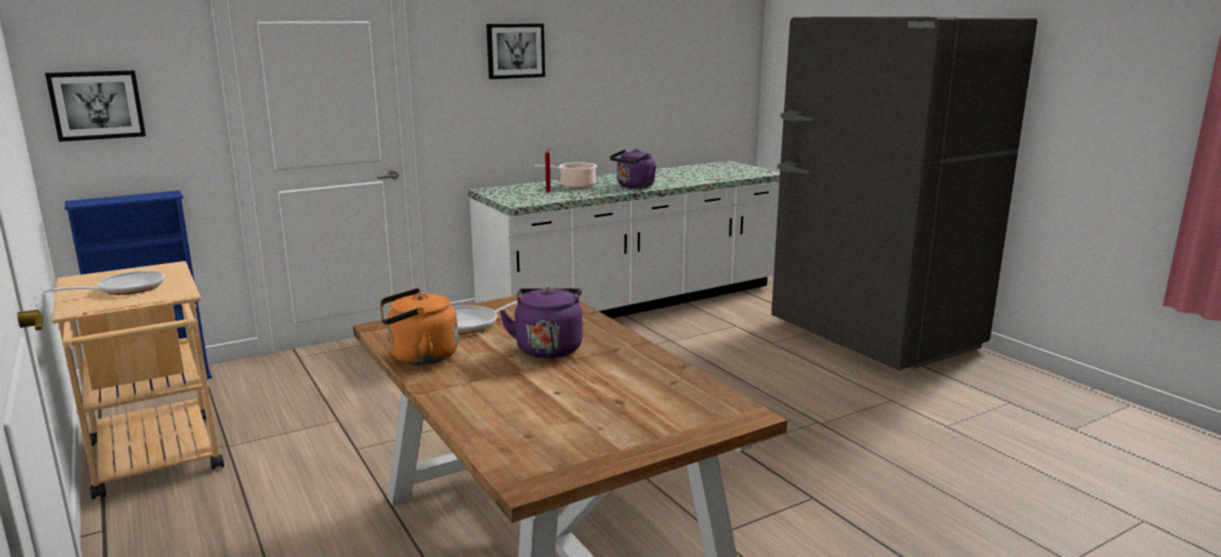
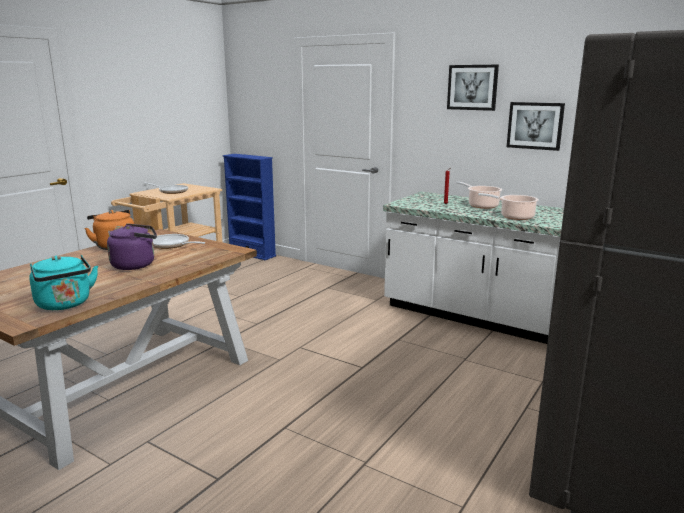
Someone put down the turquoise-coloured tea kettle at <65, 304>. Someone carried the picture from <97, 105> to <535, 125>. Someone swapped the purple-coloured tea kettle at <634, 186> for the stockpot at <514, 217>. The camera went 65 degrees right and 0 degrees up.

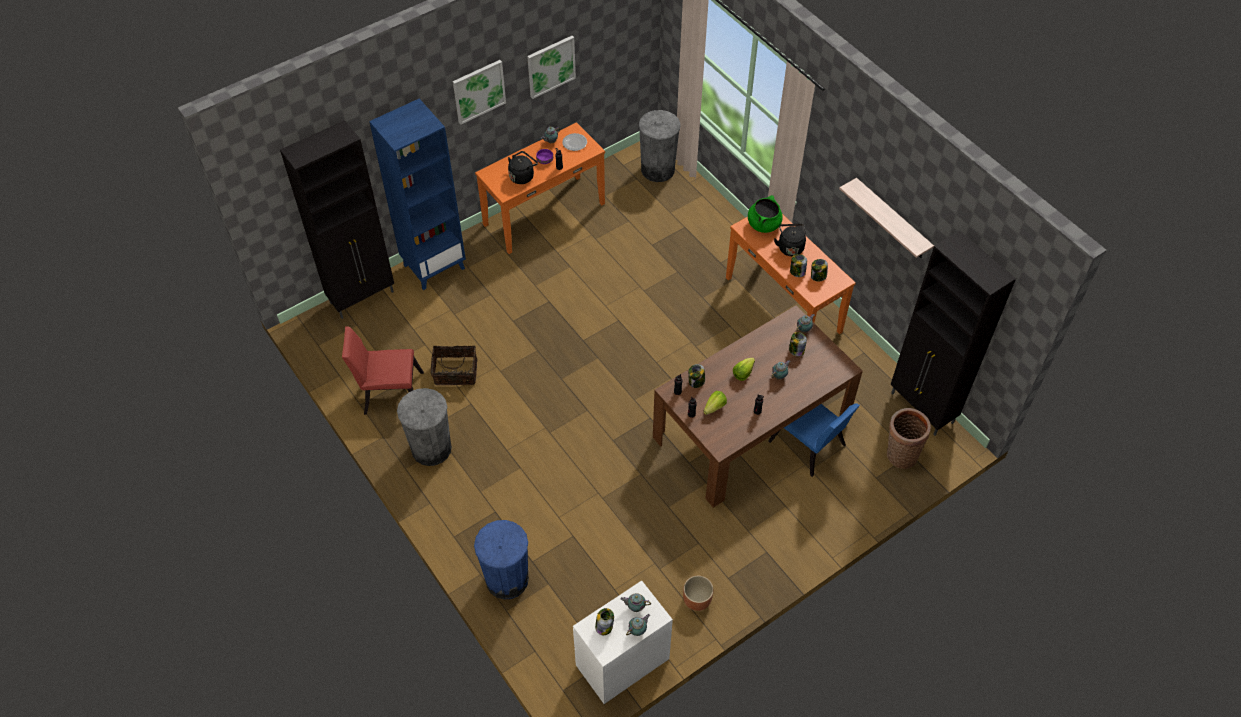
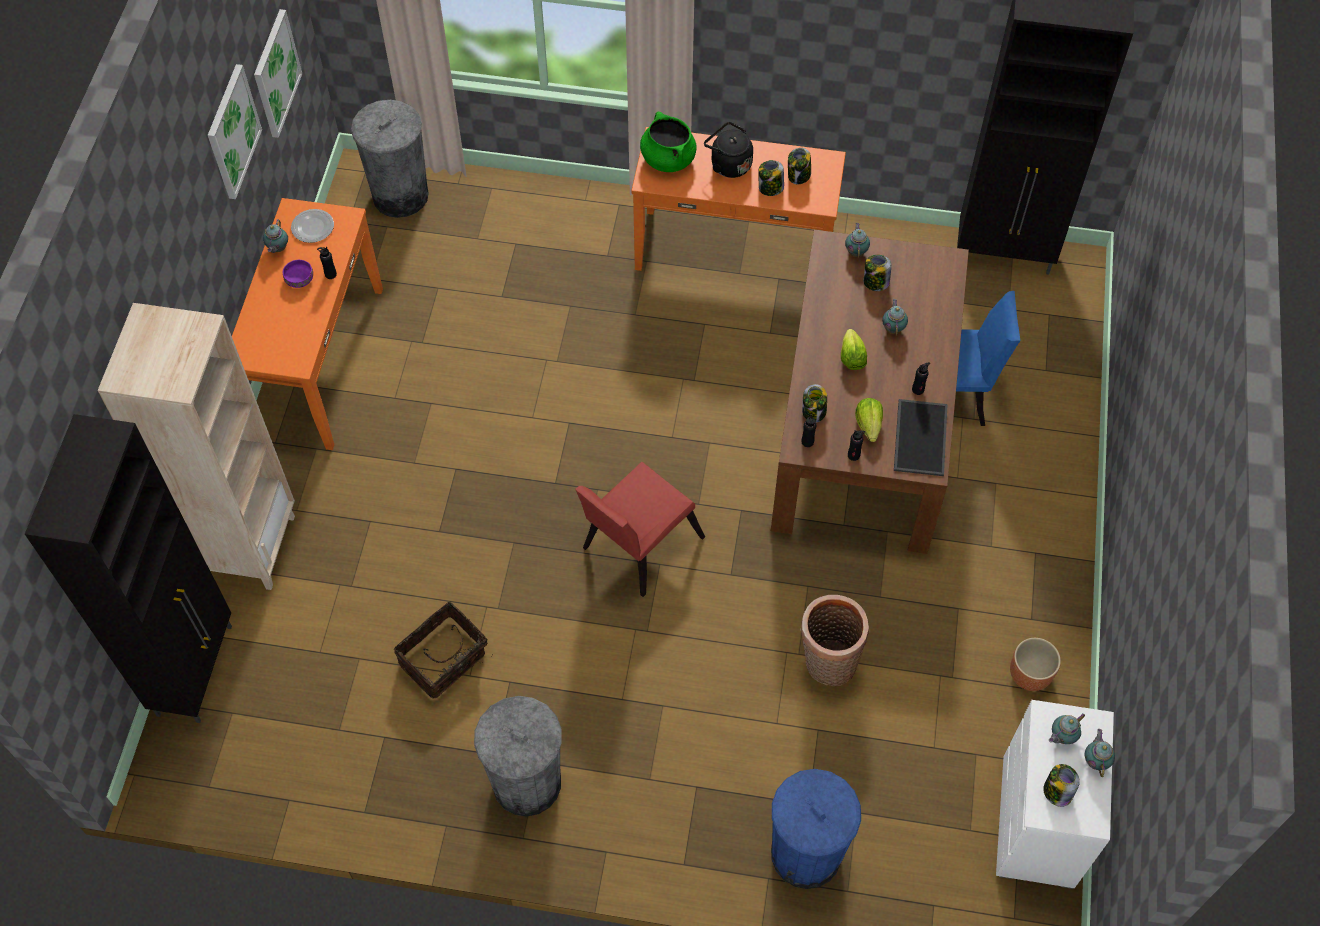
Someone took away the black-coloured tea kettle at <522, 176>. Someone took away the wall shelf at <892, 220>. Someone put down the tray at <919, 437>. Someone carried the red chair from <389, 392> to <637, 546>. Someone carried the picture from <479, 91> to <275, 73>. Someone carried the storage basket from <900, 454> to <827, 663>. Someone repainted the blue-coloured bookshelf at <434, 266>, which became the sand-coloured bookshelf at <249, 546>. The camera went 45 degrees left and 5 degrees up.

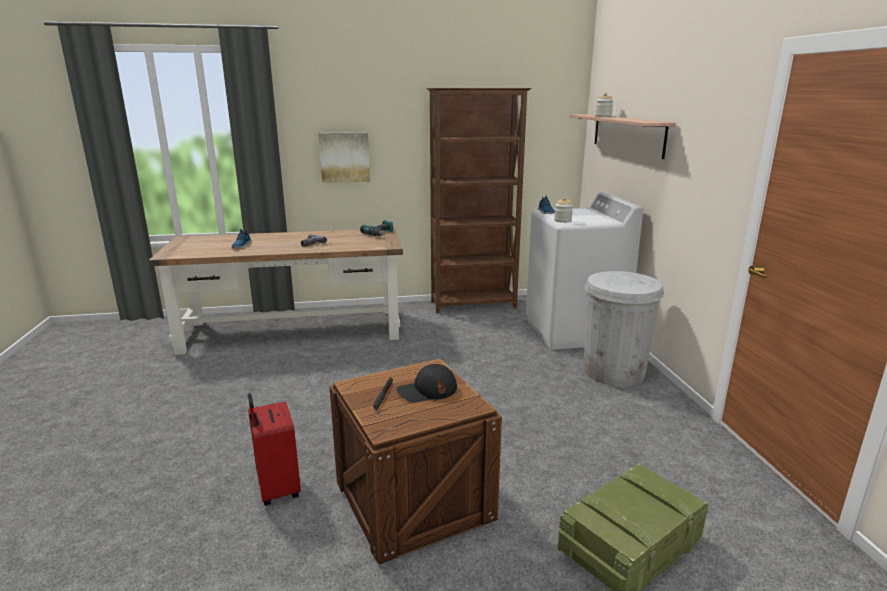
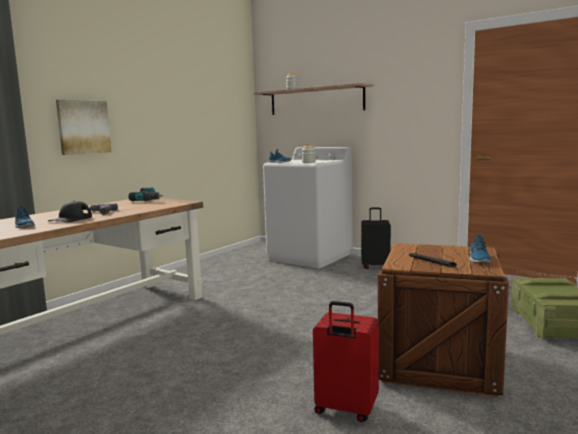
Someone took away the brownish bookshelf at <474, 305>. Someone put down the item of footwear at <478, 259>. Someone carried the black-coloured baseball cap from <427, 390> to <70, 219>. Someone swapped the whitish rubbish bin at <614, 372> for the black-coloured piece of luggage at <376, 266>. The camera went 45 degrees left and 10 degrees down.

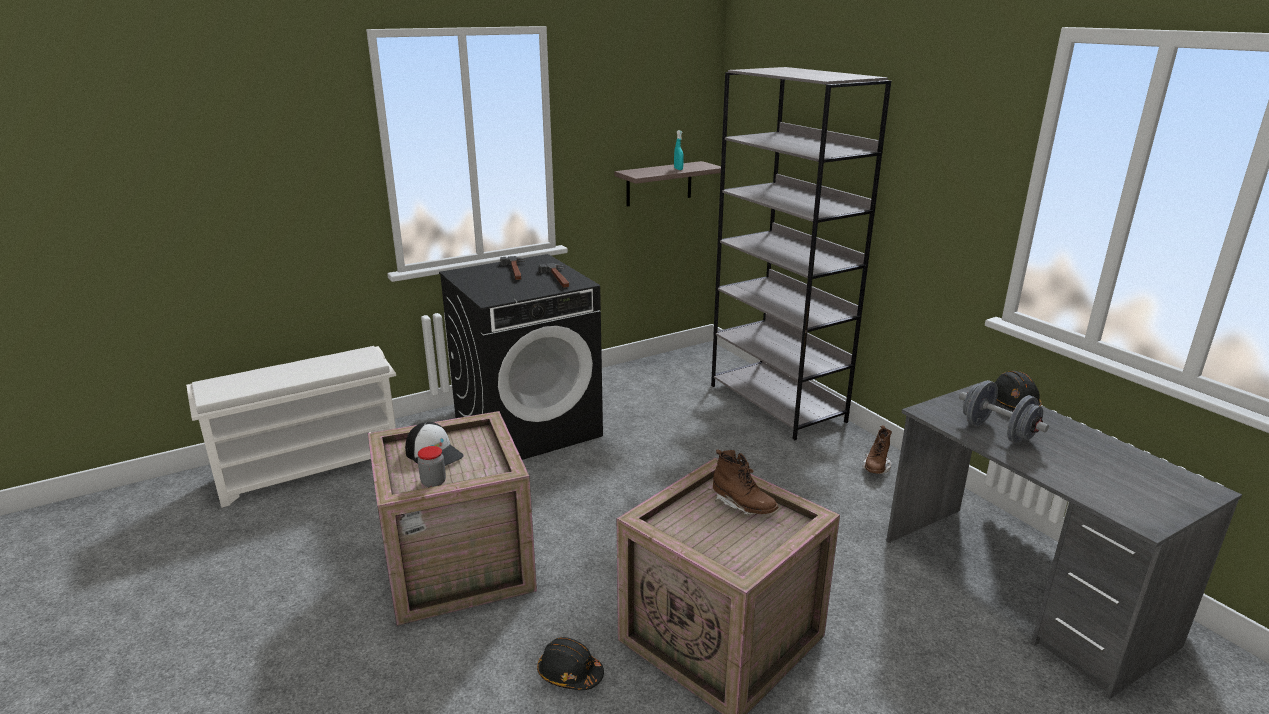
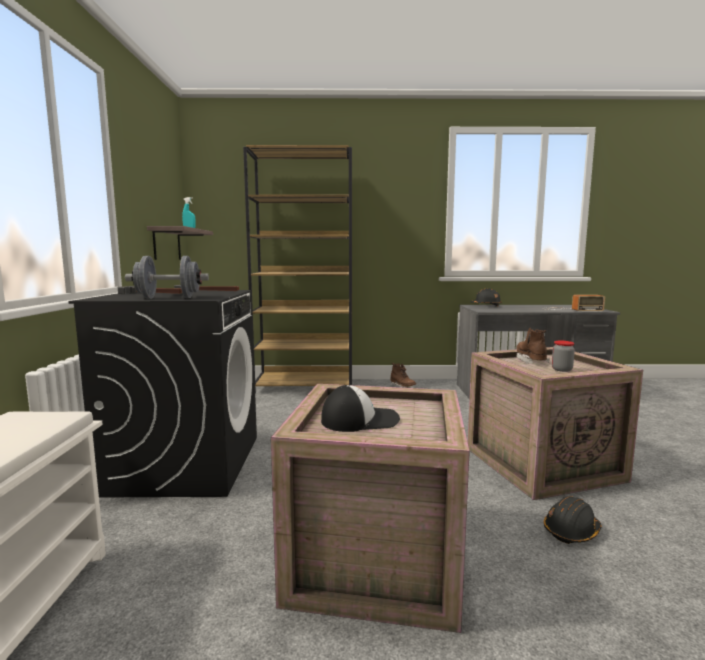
Someone put down the radio receiver at <569, 309>. Someone carried the storage jar from <433, 482> to <561, 369>. Someone carried the gray hand weight from <997, 432> to <169, 298>. Someone repainted the gray bookshelf at <777, 403>, which became the brownish bookshelf at <305, 386>. Someone rotated the brownish high-top boot at <743, 506> by 75 degrees counterclockwise. The camera went 60 degrees left and 15 degrees down.

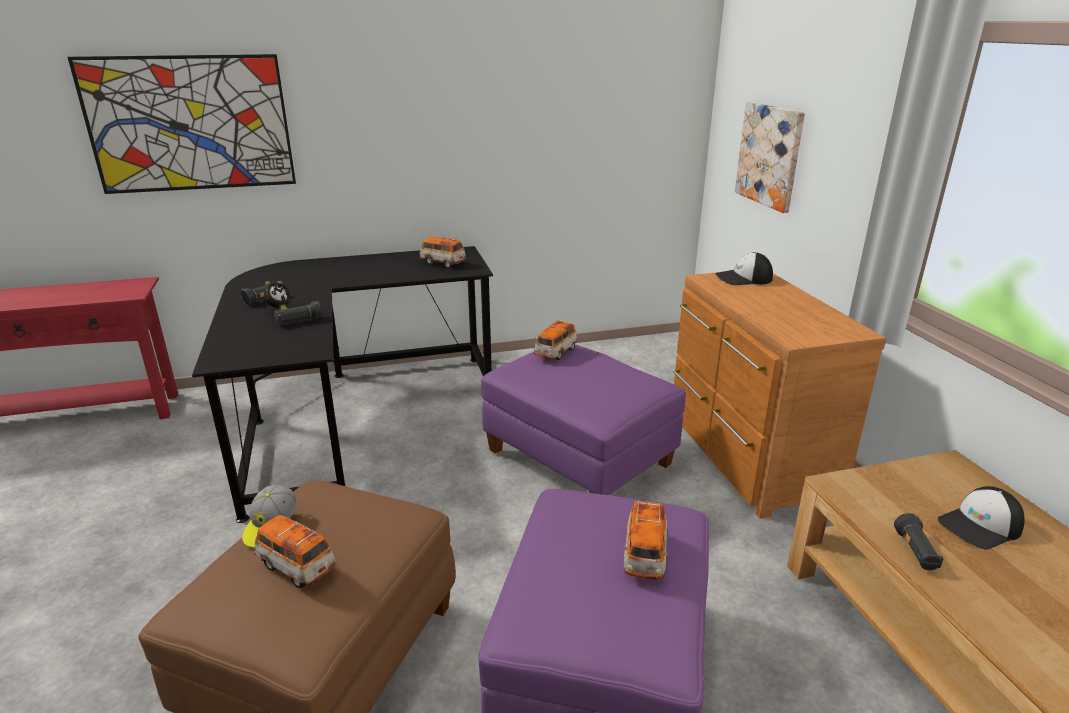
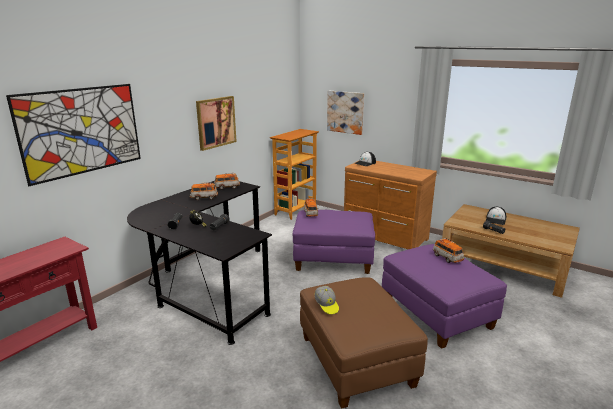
Someone put up the picture at <216, 122>. Someone put down the bookshelf at <295, 210>. Someone carried the miniature car from <296, 566> to <204, 198>. The camera went 40 degrees left and 5 degrees down.

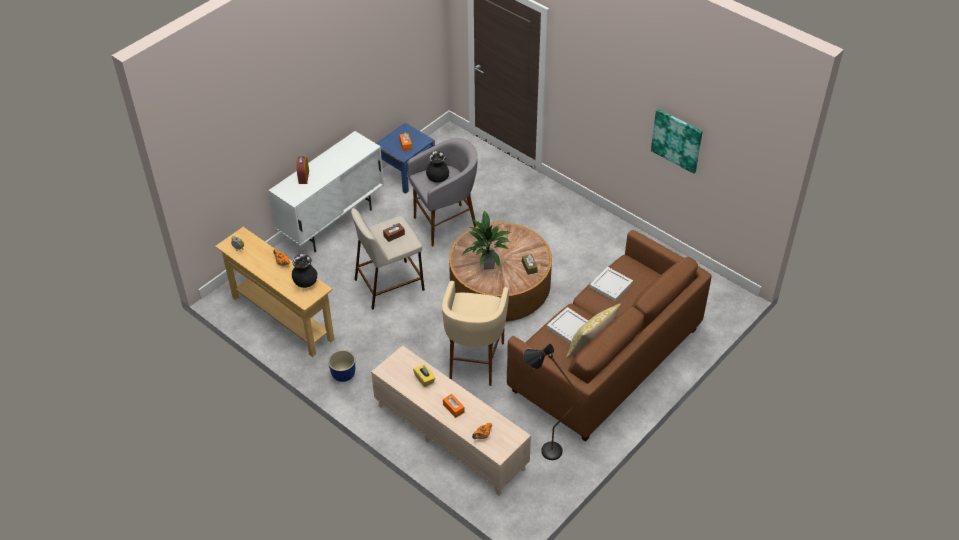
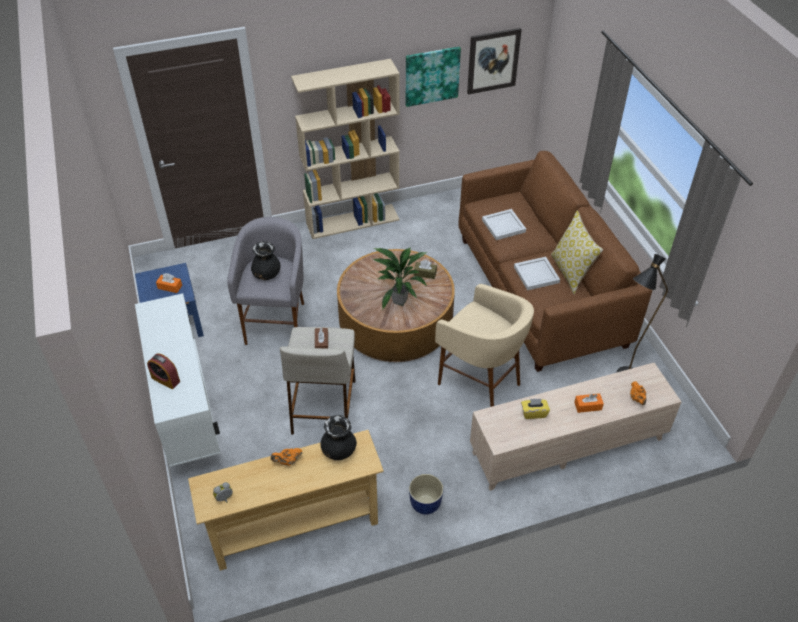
Someone put down the sand-coloured bookshelf at <353, 221>. Someone put up the picture at <493, 61>. The camera went 60 degrees left and 0 degrees up.

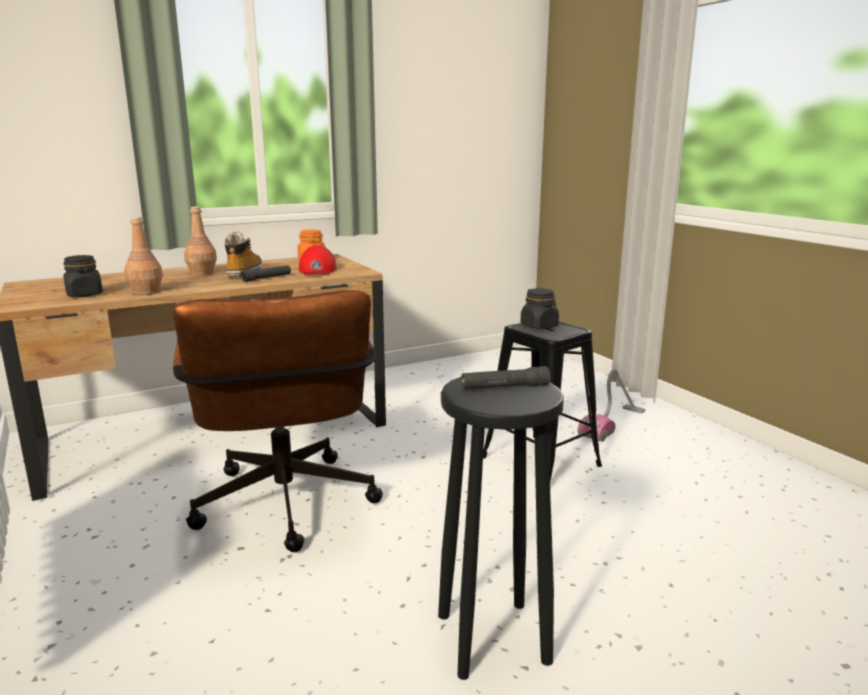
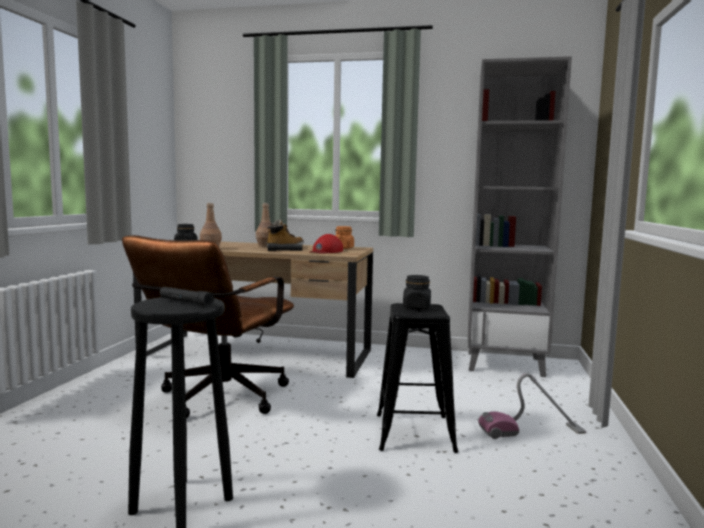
Someone put down the gray bookshelf at <505, 364>. The camera went 40 degrees right and 10 degrees down.

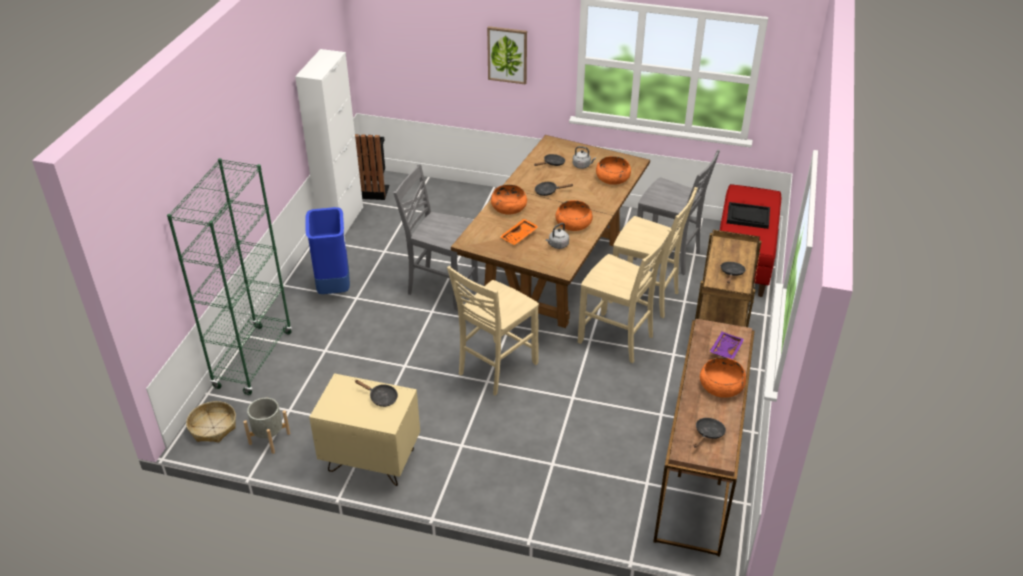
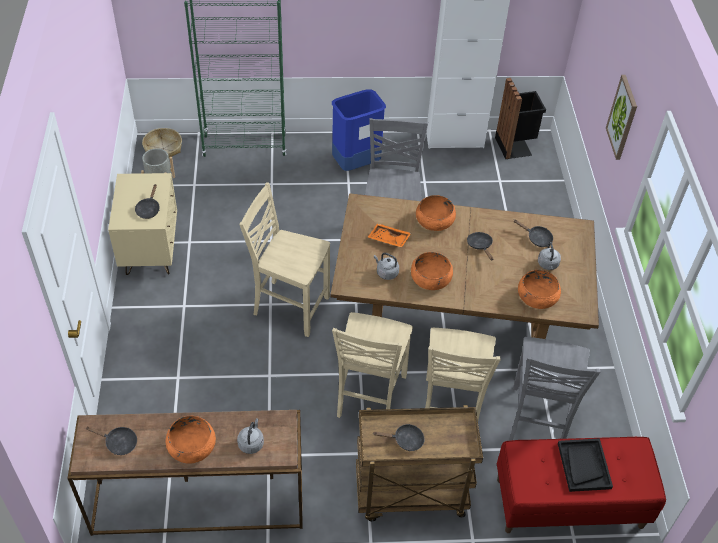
Someone swapped the purple-coloured tray at <725, 349> for the gray tea kettle at <251, 443>. The camera went 70 degrees right and 10 degrees up.

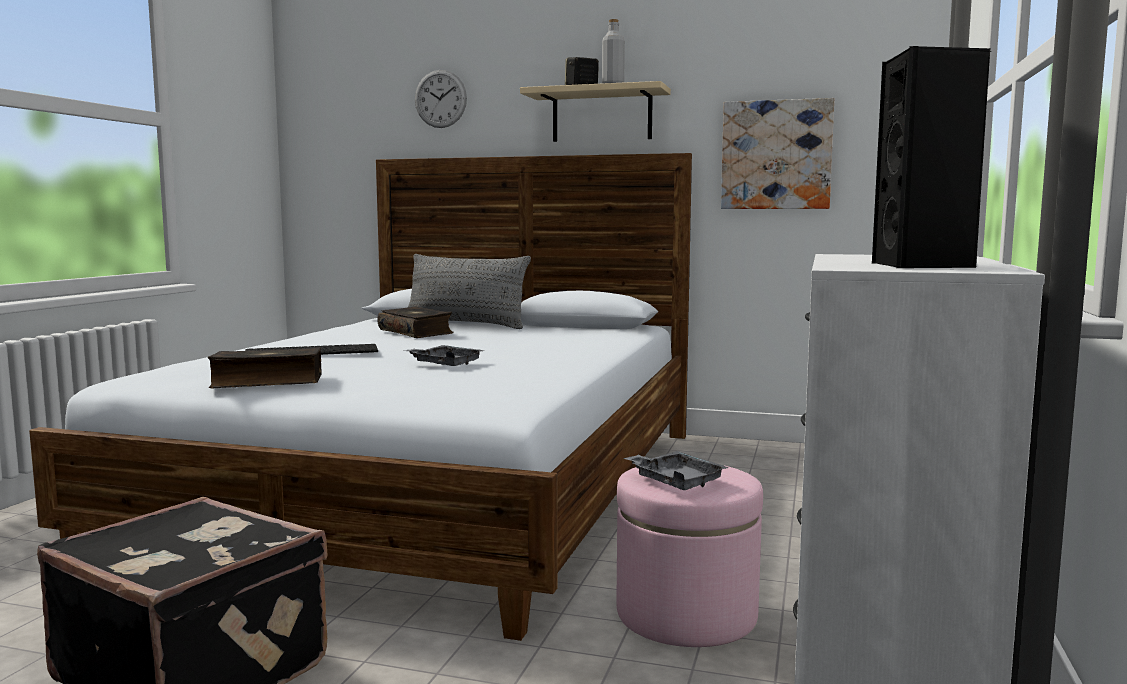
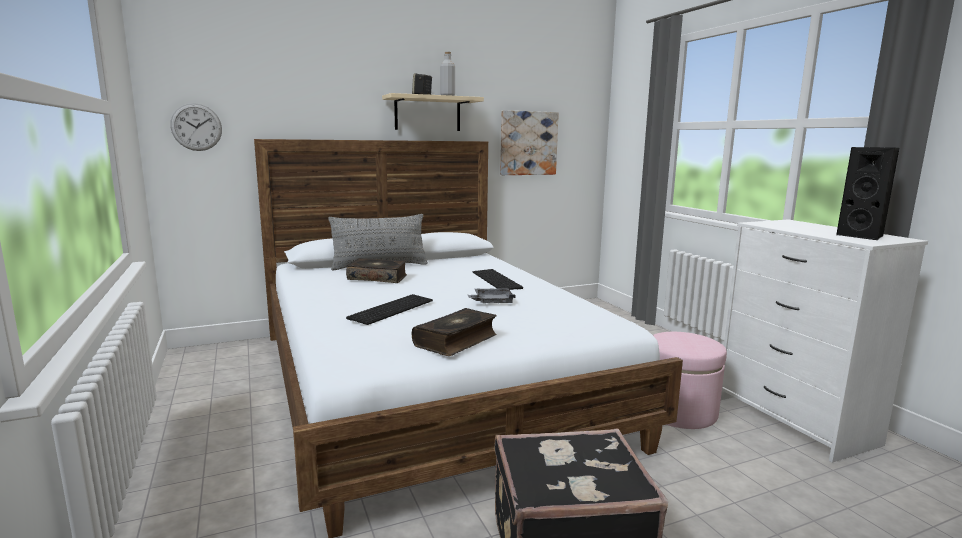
Someone took away the gray tray at <675, 481>. Someone put down the PC keyboard at <498, 280>. Someone carried the hanging clock from <440, 99> to <196, 127>. The camera went 40 degrees left and 5 degrees up.

